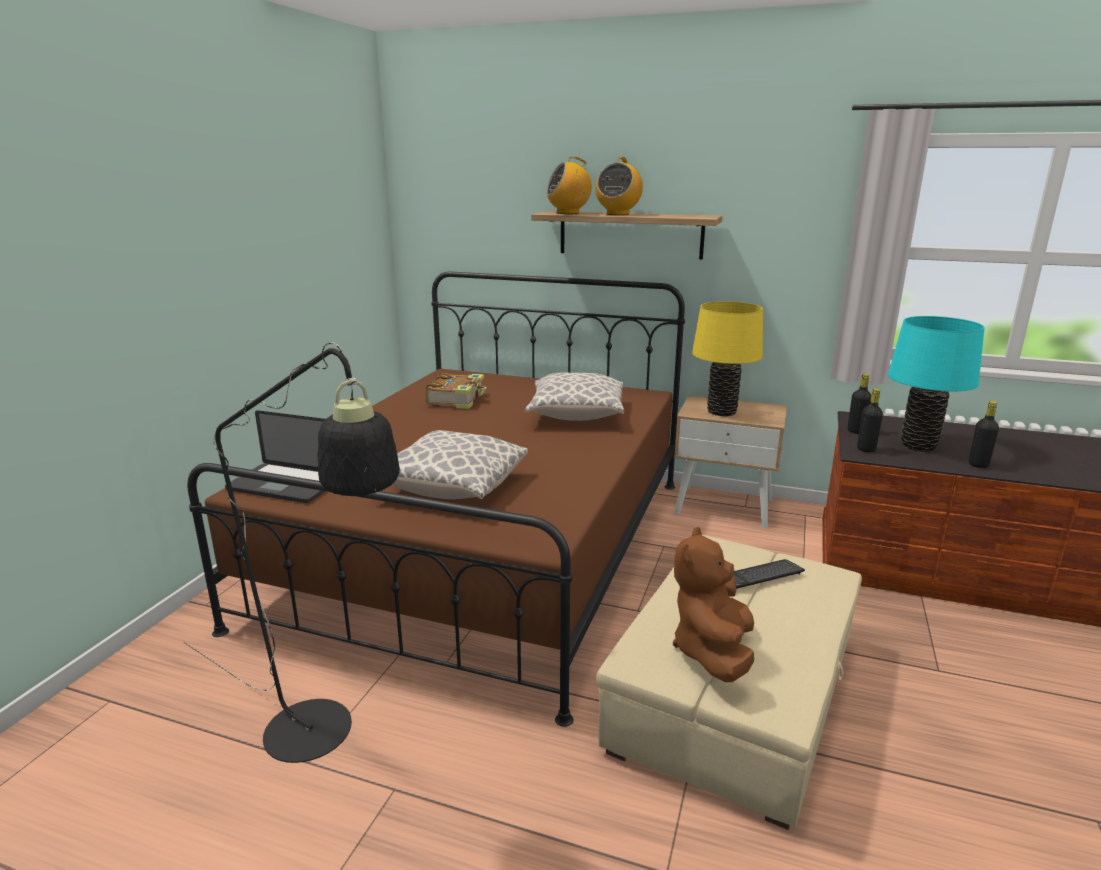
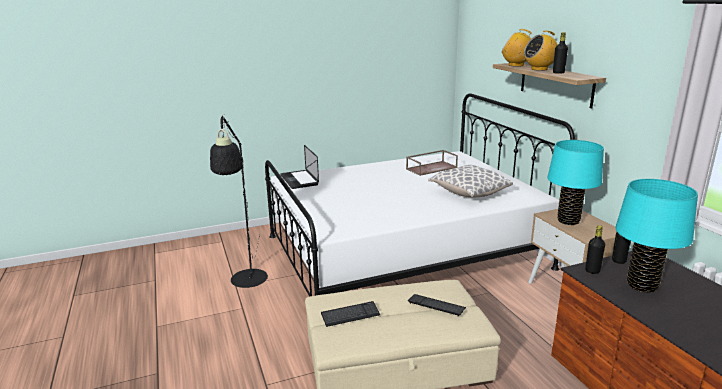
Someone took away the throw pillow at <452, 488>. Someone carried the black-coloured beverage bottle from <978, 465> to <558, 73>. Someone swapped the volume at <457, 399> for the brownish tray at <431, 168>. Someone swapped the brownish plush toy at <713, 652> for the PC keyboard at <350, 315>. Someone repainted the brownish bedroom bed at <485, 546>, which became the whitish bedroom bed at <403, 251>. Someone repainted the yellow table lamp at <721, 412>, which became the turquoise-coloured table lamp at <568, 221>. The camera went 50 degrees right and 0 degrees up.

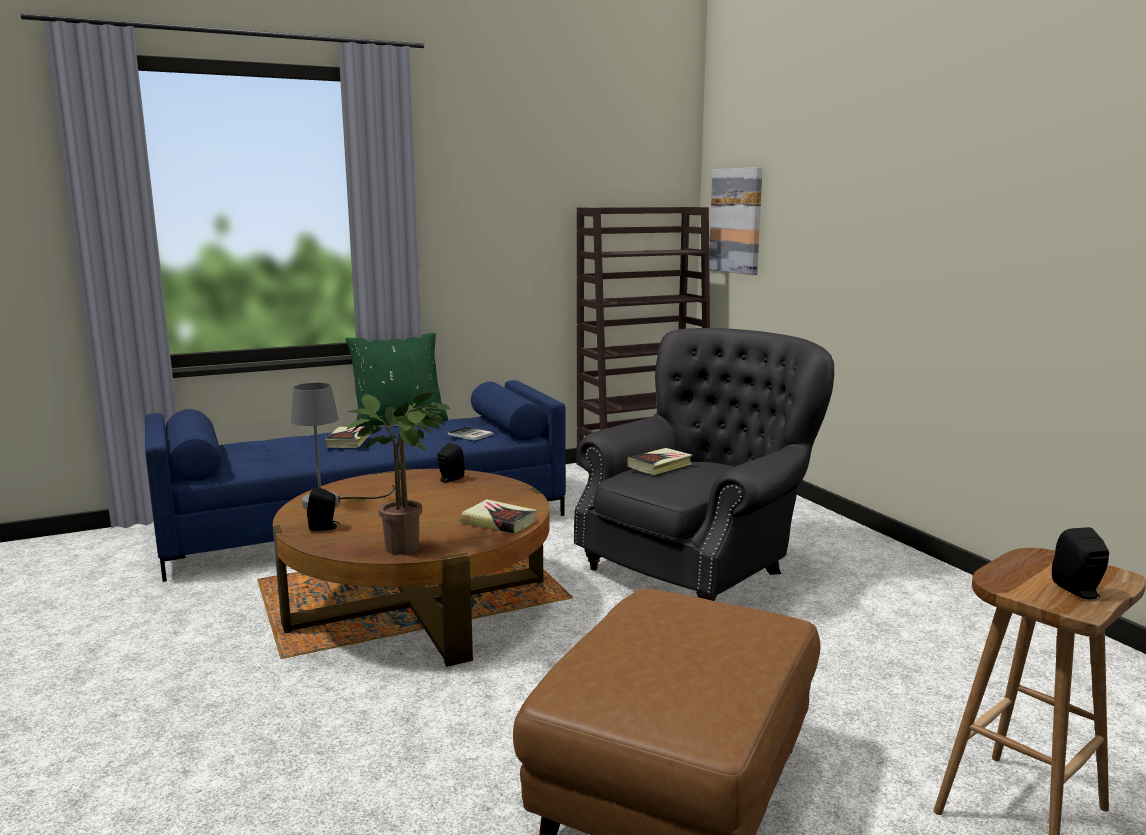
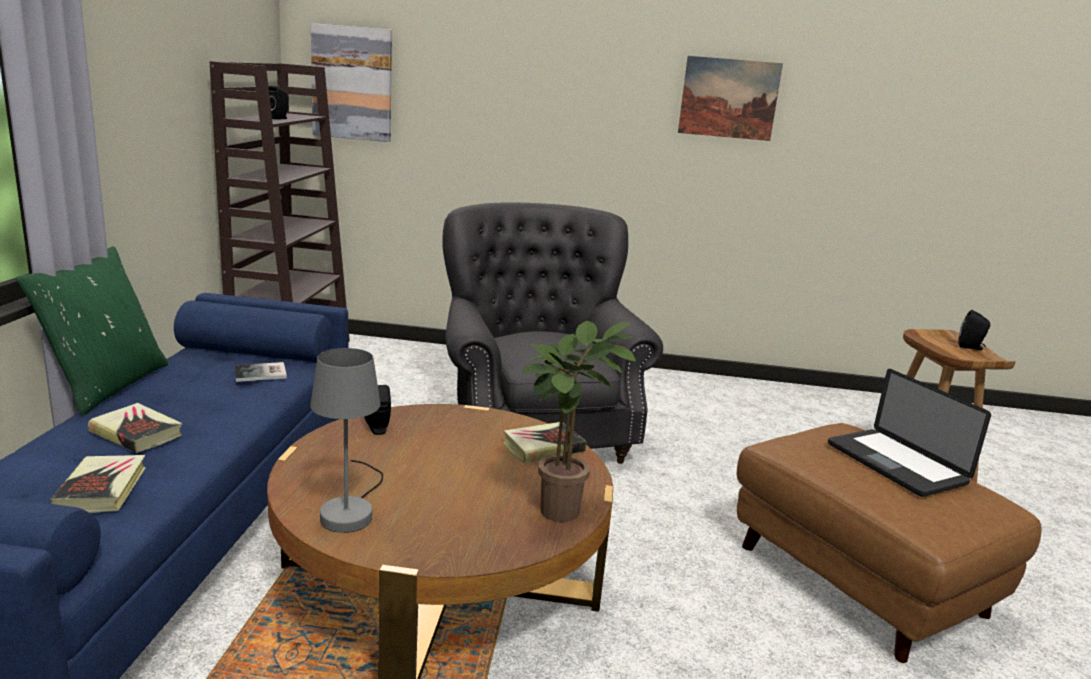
Someone put up the picture at <729, 98>. Someone put down the notebook computer at <895, 463>. Someone carried the black-coloured speaker from <324, 527> to <278, 118>. Someone carried the volume from <660, 465> to <102, 489>. The camera went 60 degrees left and 5 degrees up.

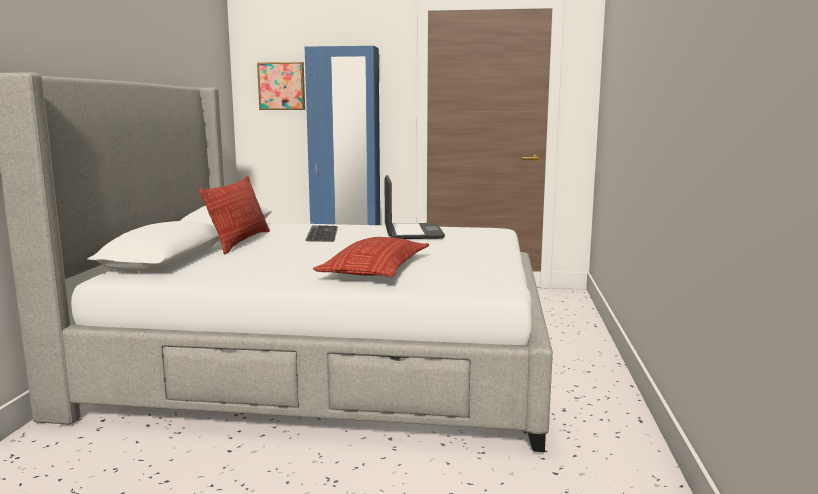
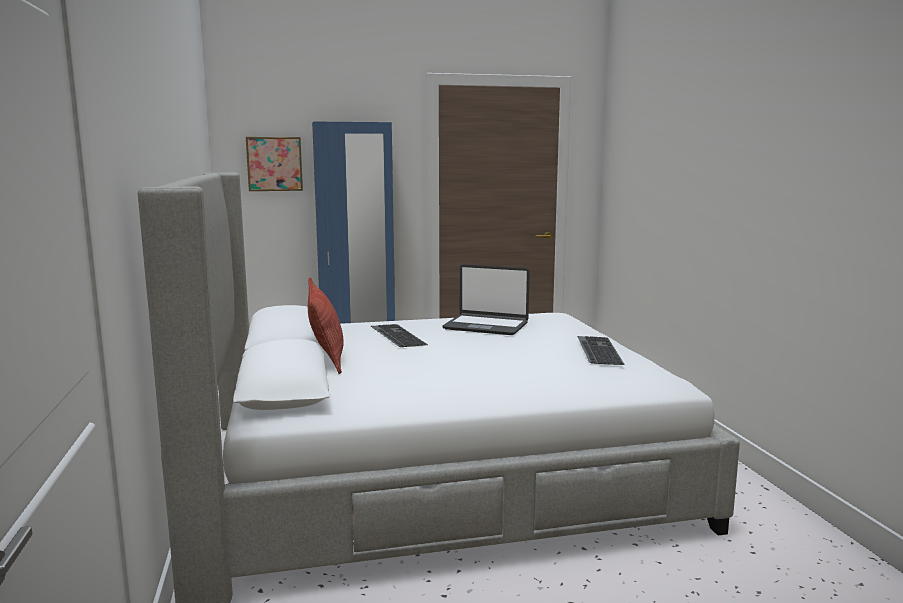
Someone took away the throw pillow at <376, 268>. Someone put down the PC keyboard at <597, 350>. Someone rotated the notebook computer at <412, 232> by 135 degrees clockwise. The camera went 20 degrees left and 0 degrees up.

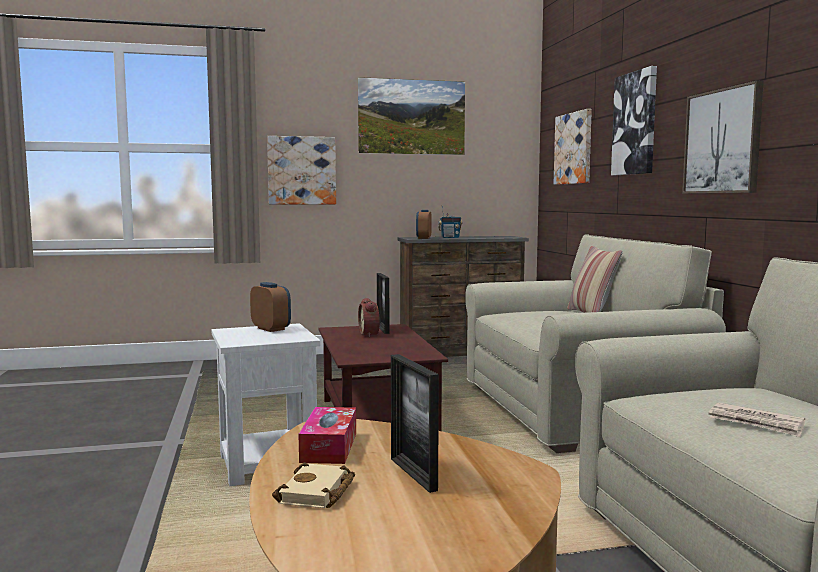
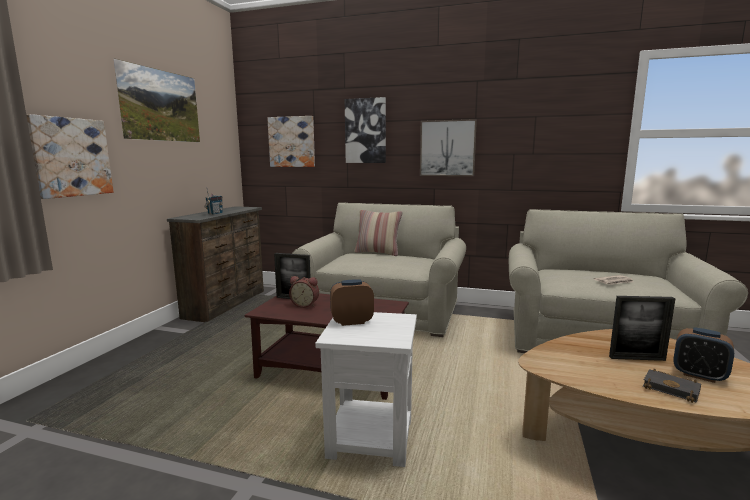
Someone took away the tissue holder at <329, 447>. Someone carried the table clock from <423, 238> to <699, 375>. Someone repainted the sand-coloured volume at <317, 493>, which became the black-coloured volume at <672, 389>. The camera went 60 degrees left and 5 degrees up.

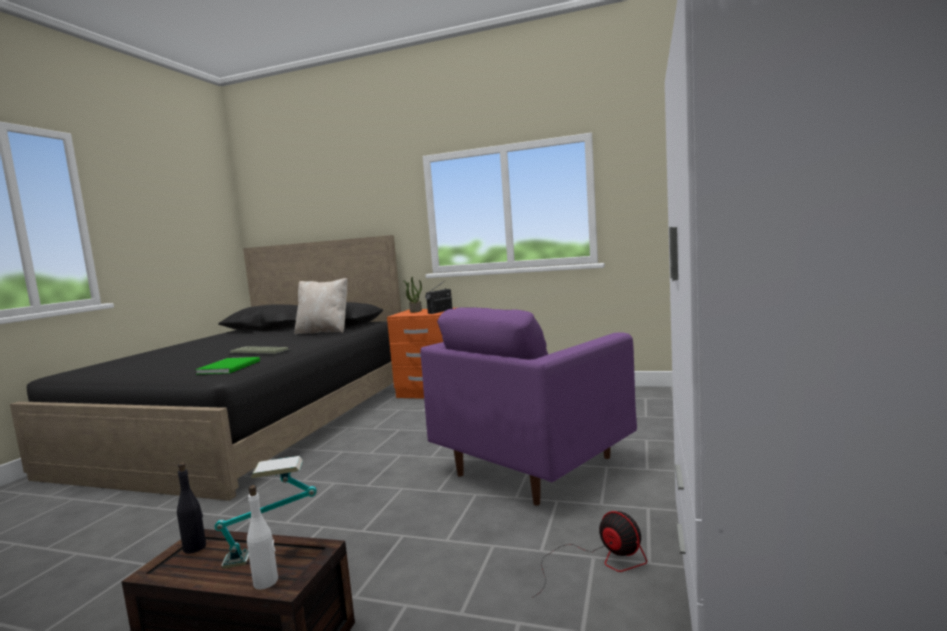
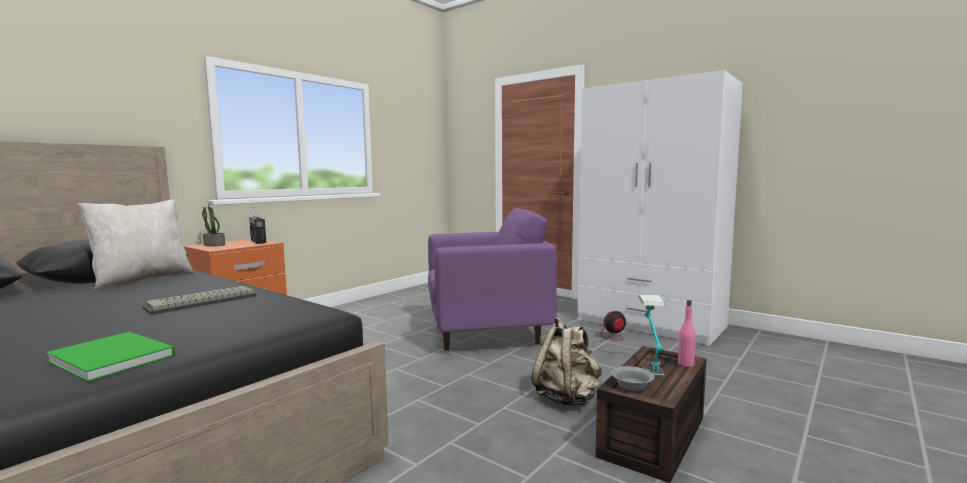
Someone put down the sand-coloured backpack at <567, 398>. Someone carried the green-coloured volume from <231, 367> to <114, 356>. Someone swapped the black-coloured beverage bottle at <195, 547> for the gray bowl at <632, 386>. Someone repainted the whitish beverage bottle at <266, 582>, which became the pinkish beverage bottle at <685, 363>. Someone rotated the purple-coloured armchair at <534, 466> by 75 degrees counterclockwise. The camera went 70 degrees left and 0 degrees up.

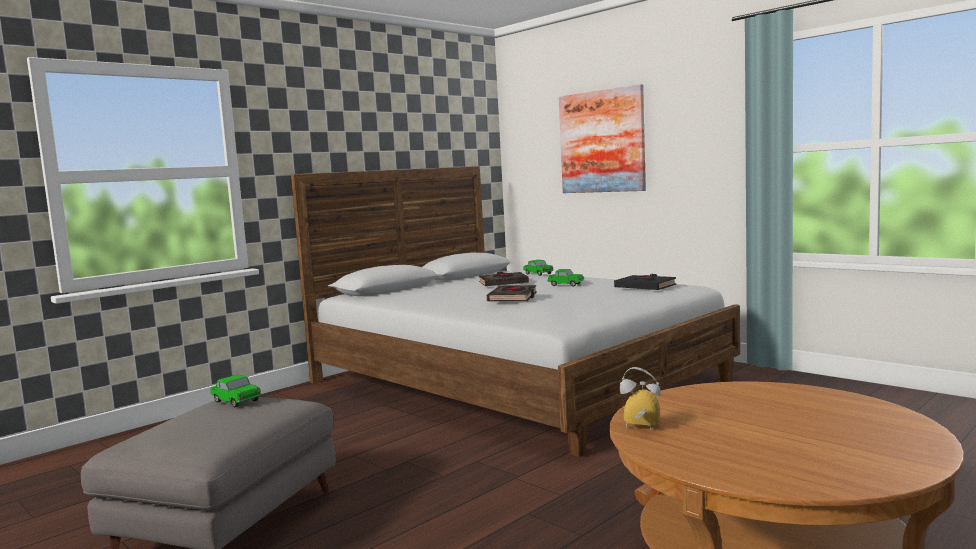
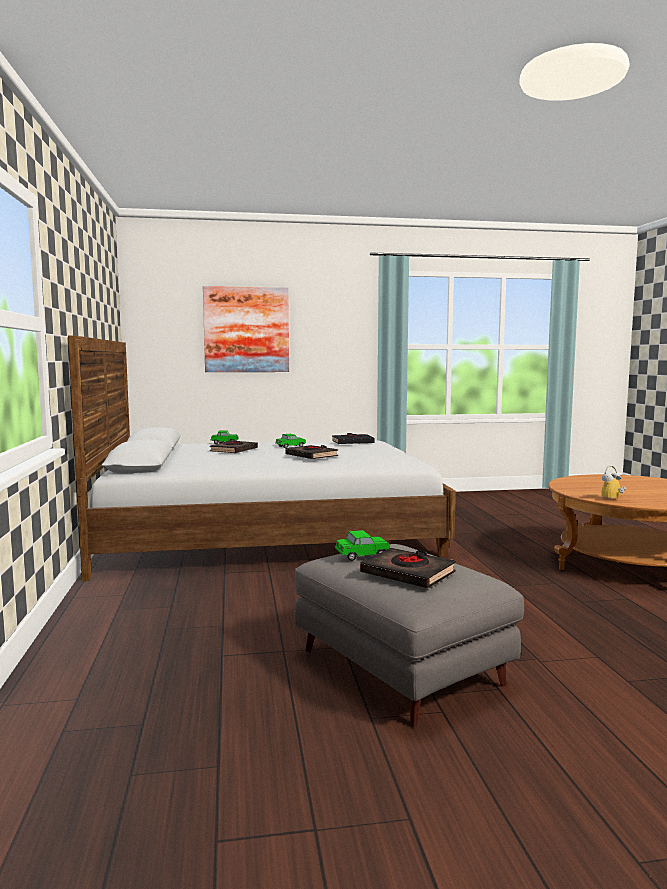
Someone put down the black-coloured volume at <408, 573>. The camera went 55 degrees left and 0 degrees up.

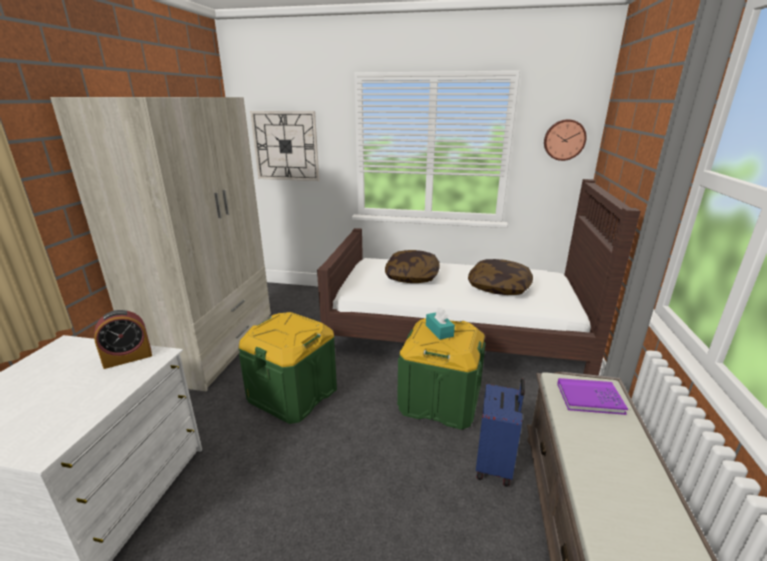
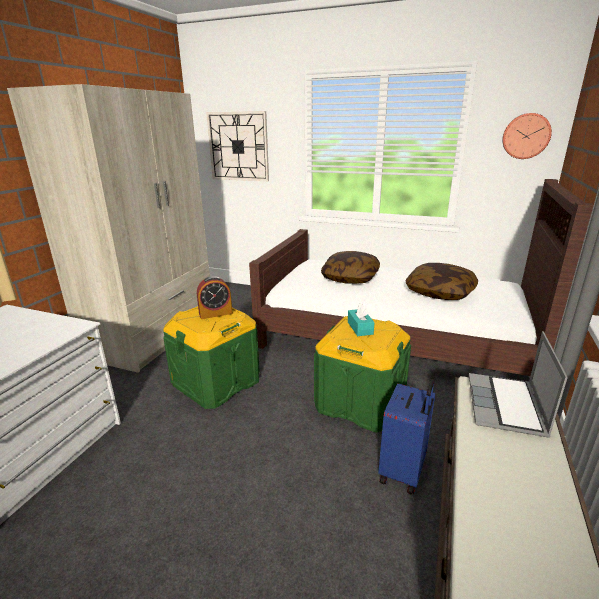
Someone carried the table clock from <128, 358> to <215, 313>. Someone swapped the purple-coloured volume at <589, 398> for the notebook computer at <506, 406>. The camera went 10 degrees right and 0 degrees up.

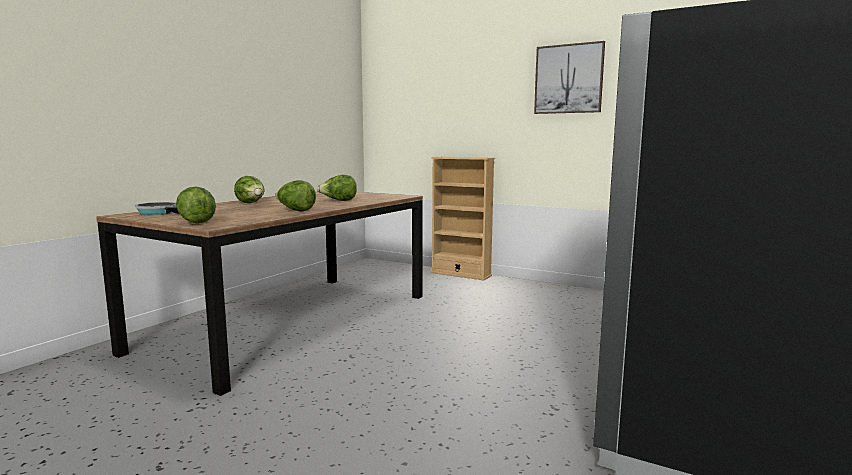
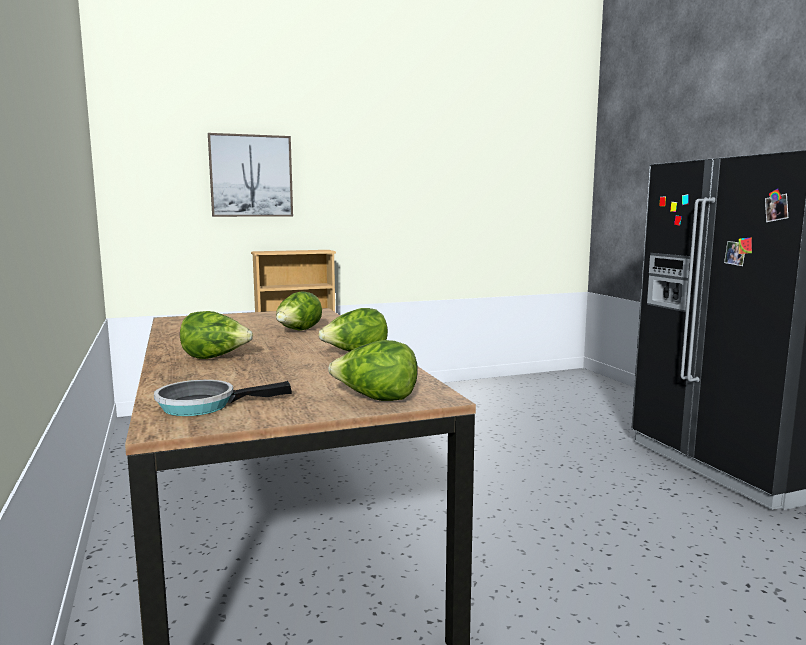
Someone carried the picture from <568, 79> to <251, 176>. The camera went 50 degrees left and 0 degrees up.

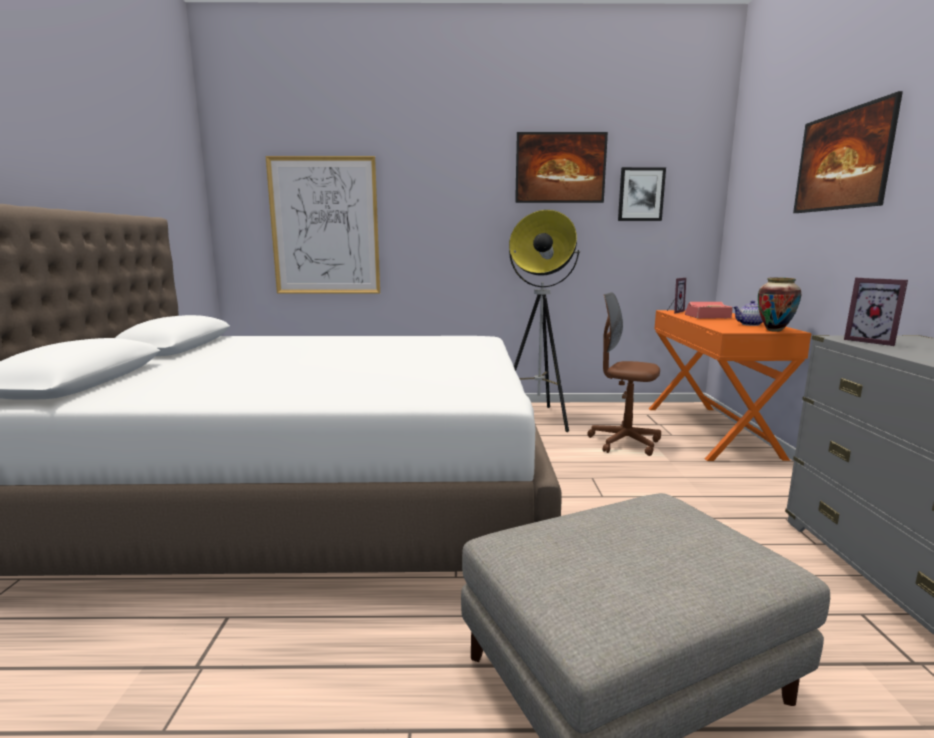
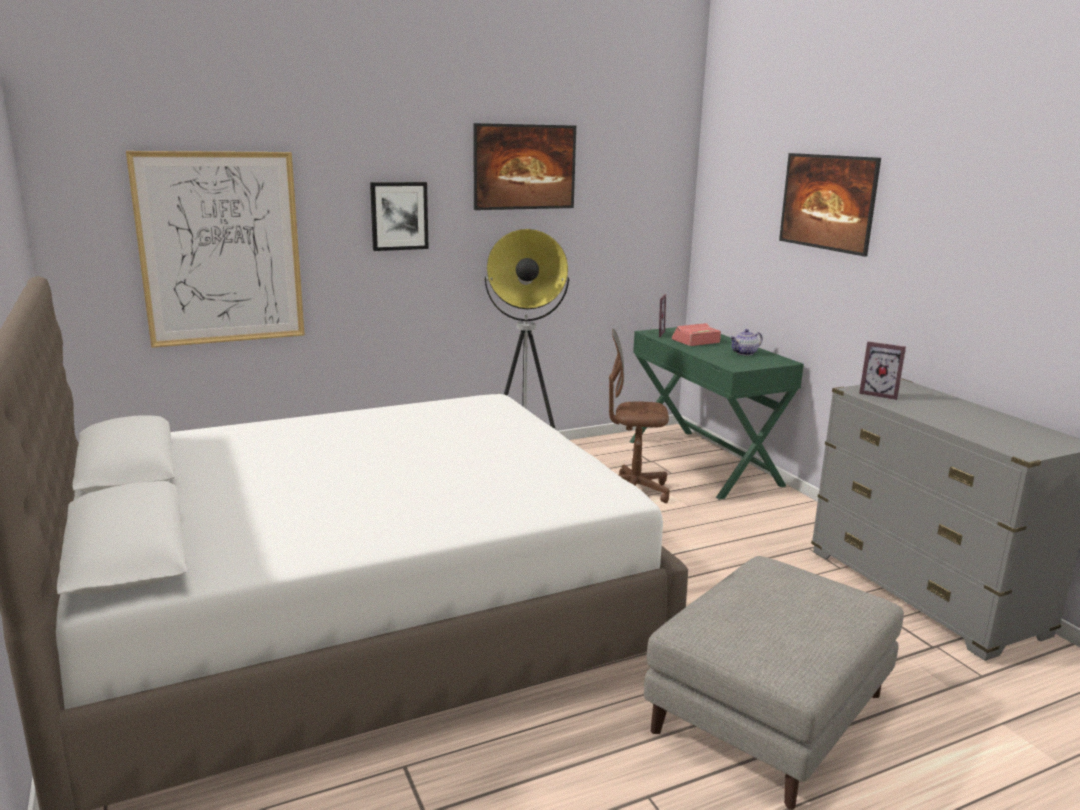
Someone took away the vase at <774, 330>. Someone carried the picture from <641, 194> to <399, 216>. Someone repainted the orange-coloured desk table at <710, 431>, which became the green-coloured desk table at <704, 462>. The camera went 25 degrees left and 5 degrees up.

